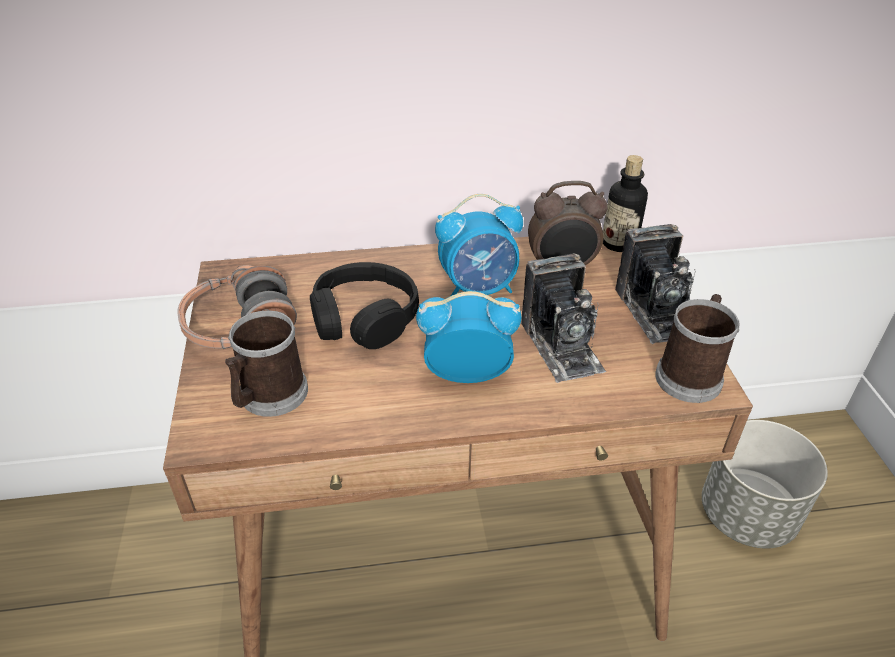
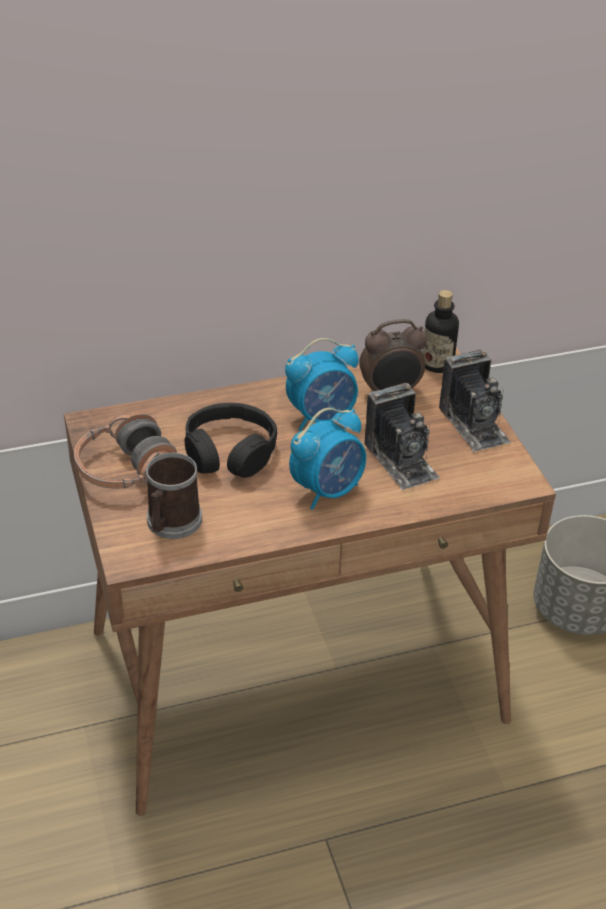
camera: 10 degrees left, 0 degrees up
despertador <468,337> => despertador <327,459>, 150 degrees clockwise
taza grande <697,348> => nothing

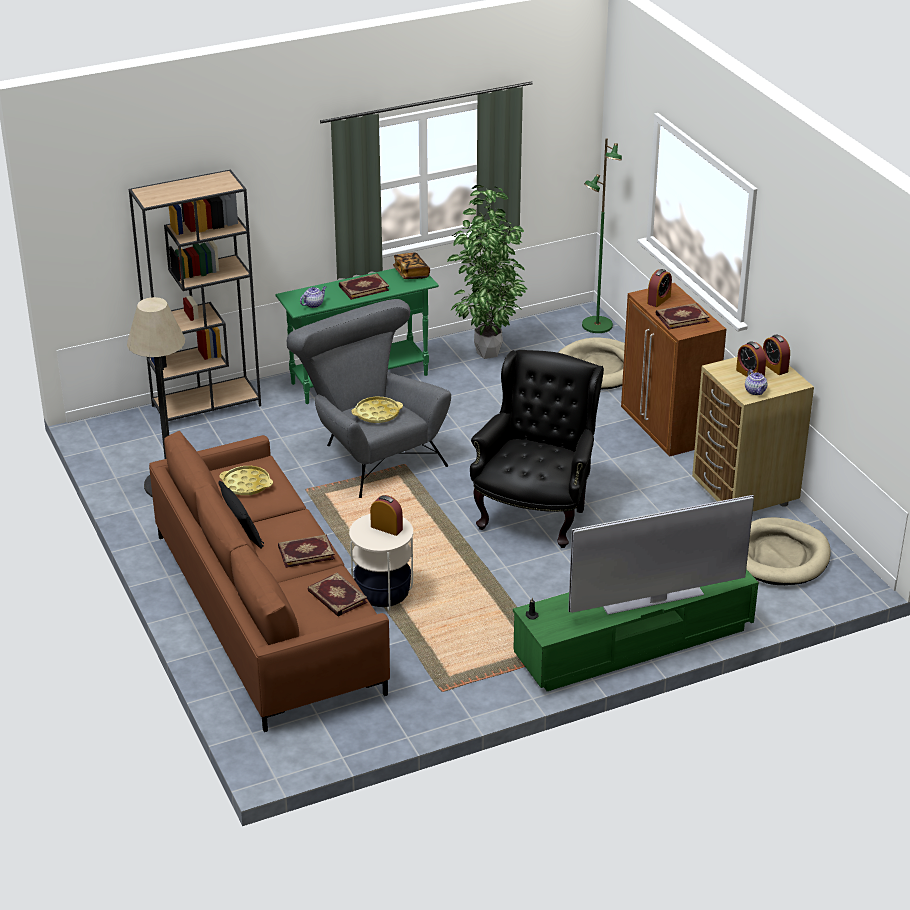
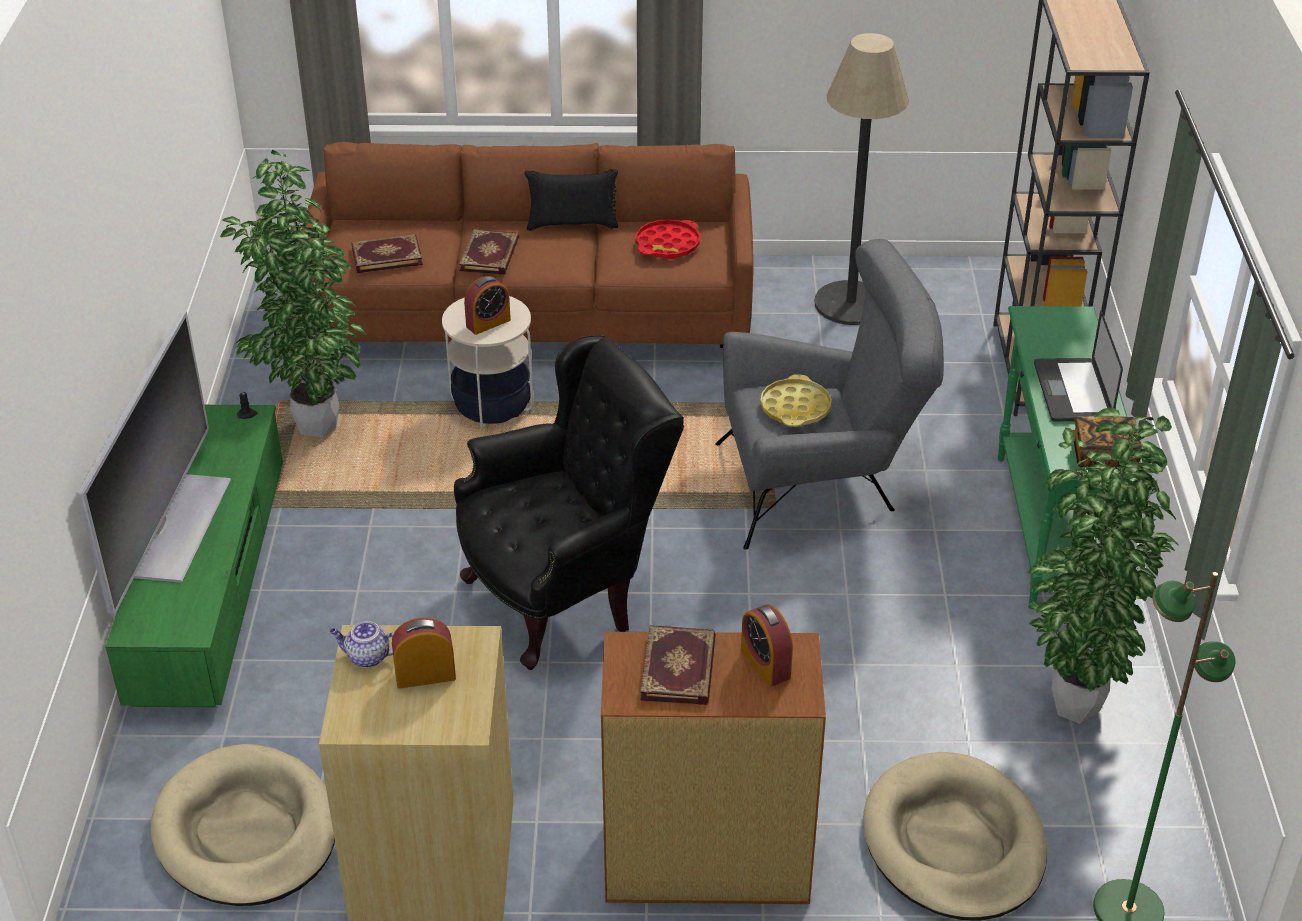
camera: 115 degrees right, 5 degrees up
bandeja [amarillo] <246,480> => bandeja [rojo] <668,239>
tetera <313,297> => nothing
libro <364,286> => portátil <1078,366>
sillón [negro] <537,449> => sillón [negro] <569,502>, 75 degrees counterclockwise
despertador <776,355> => nothing
nothing => planta en maceta <293,294>

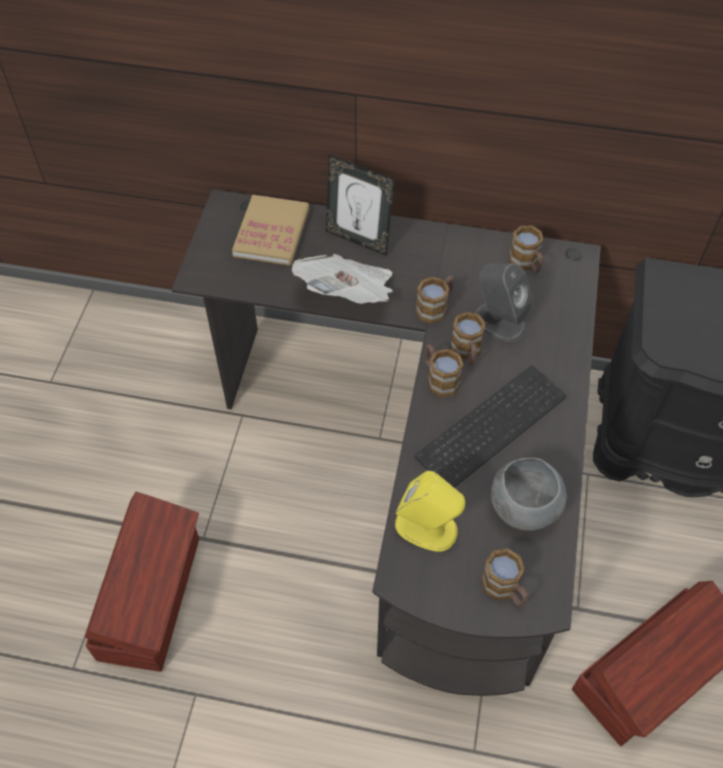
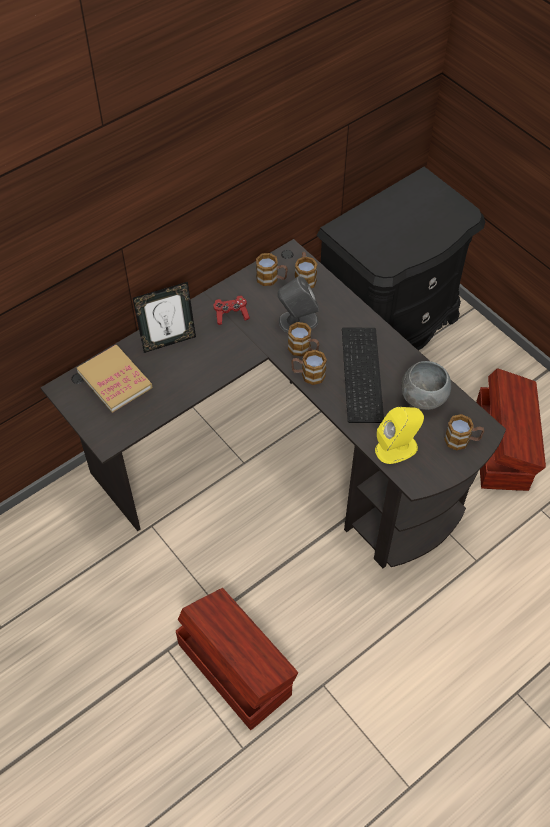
camera: 50 degrees left, 0 degrees up
periódico <342,279> => nothing
taza grande <435,299> => taza grande <306,270>, shifted
nothing => mando de consola [rojo] <231,310>

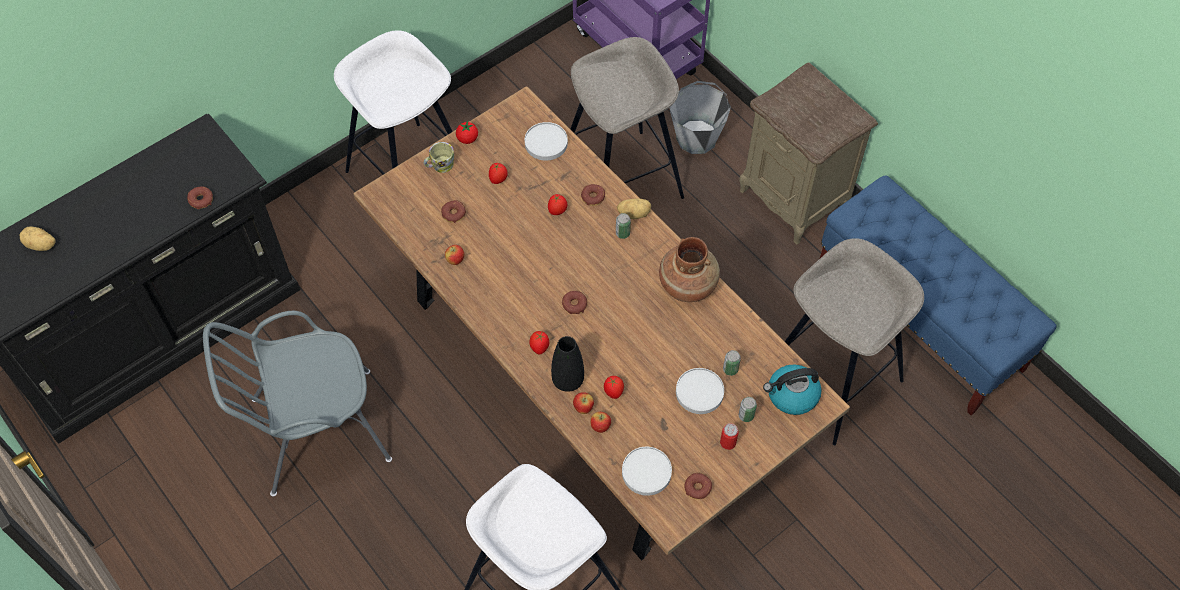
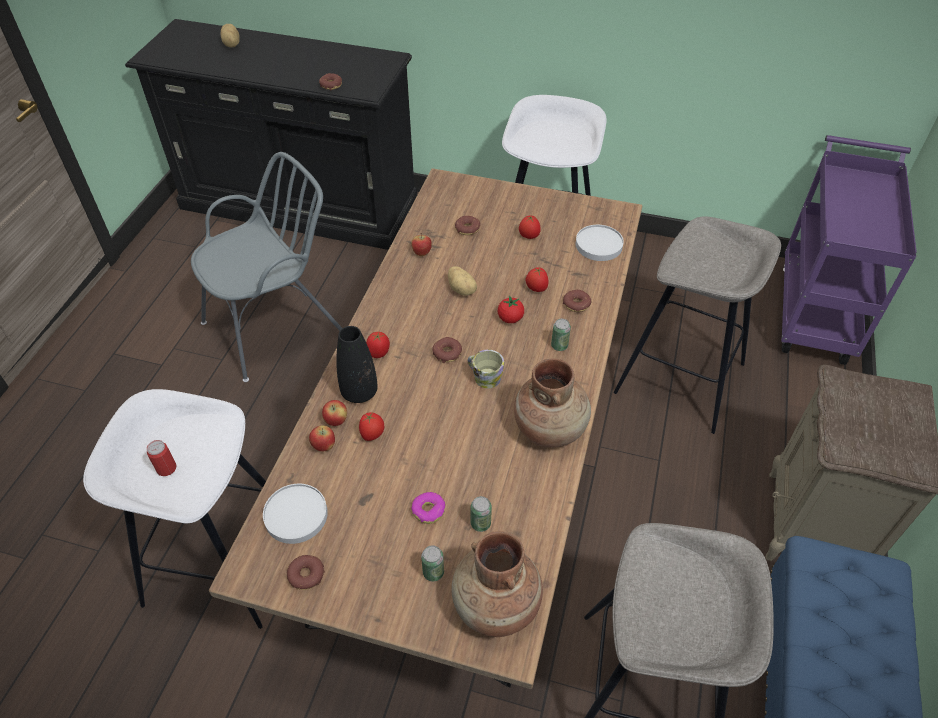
camera: 55 degrees right, 10 degrees down
silla [gris] <297,404> => silla [gris] <267,267>, 105 degrees clockwise
taza grande <439,157> => taza grande <486,369>, shifted
tomate <467,132> => tomate <511,309>, shifted
patata <634,208> => patata <462,281>, shifted
cubo [gris] <700,117> => nothing
plato [blanco] <700,391> => rosquilla <428,508>
lata <729,436> => lata <162,458>, shifted
hervidor <792,389> => florero [marrón] <497,584>

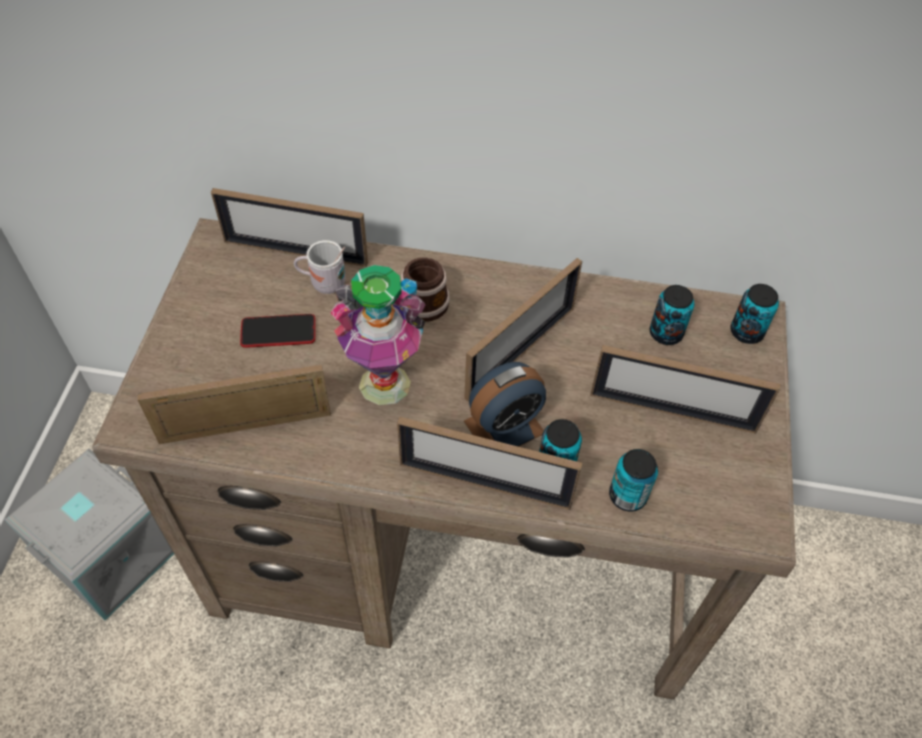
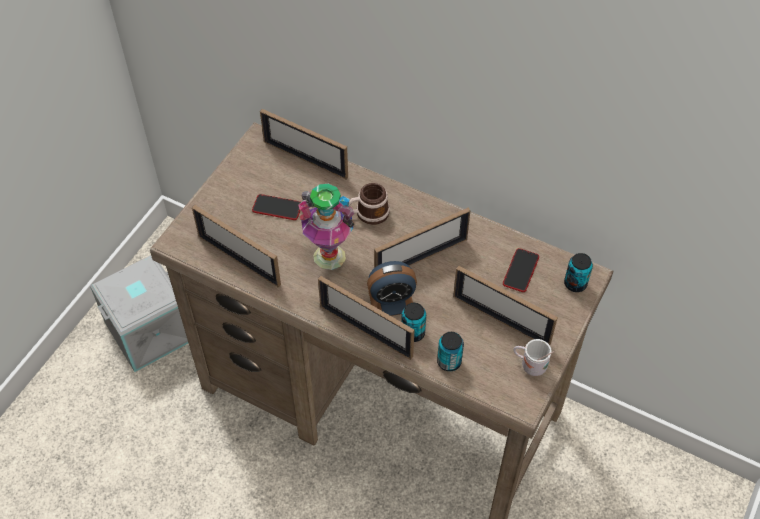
camera: 20 degrees right, 0 degrees up
portarretratos <234,404> => portarretratos <236,246>, 150 degrees counterclockwise
taza grande [blanco] <319,267> => taza grande [blanco] <534,357>, shifted
lata <672,315> => móvil <521,270>

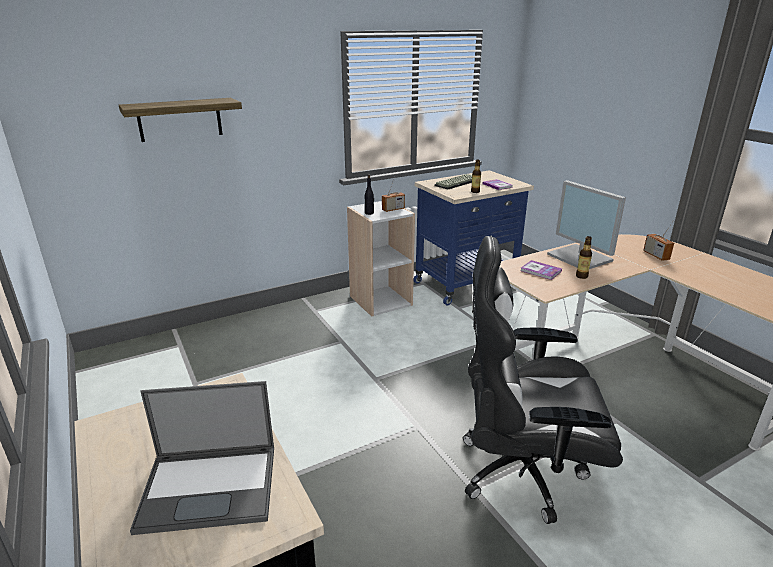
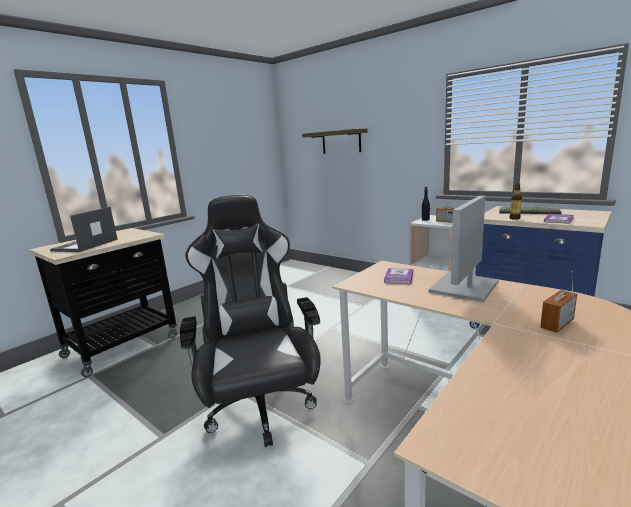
camera: 70 degrees right, 10 degrees down
portátil <202,458> => portátil <84,229>, 45 degrees clockwise
botella <584,257> => nothing

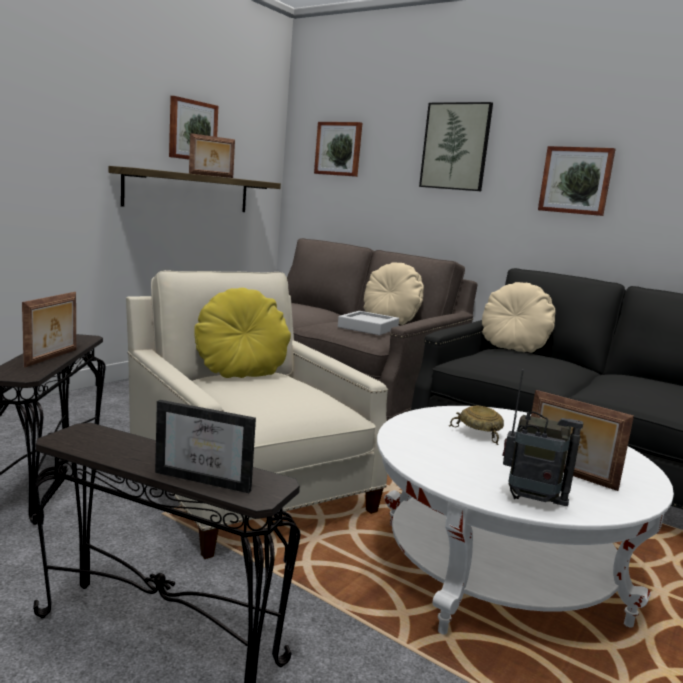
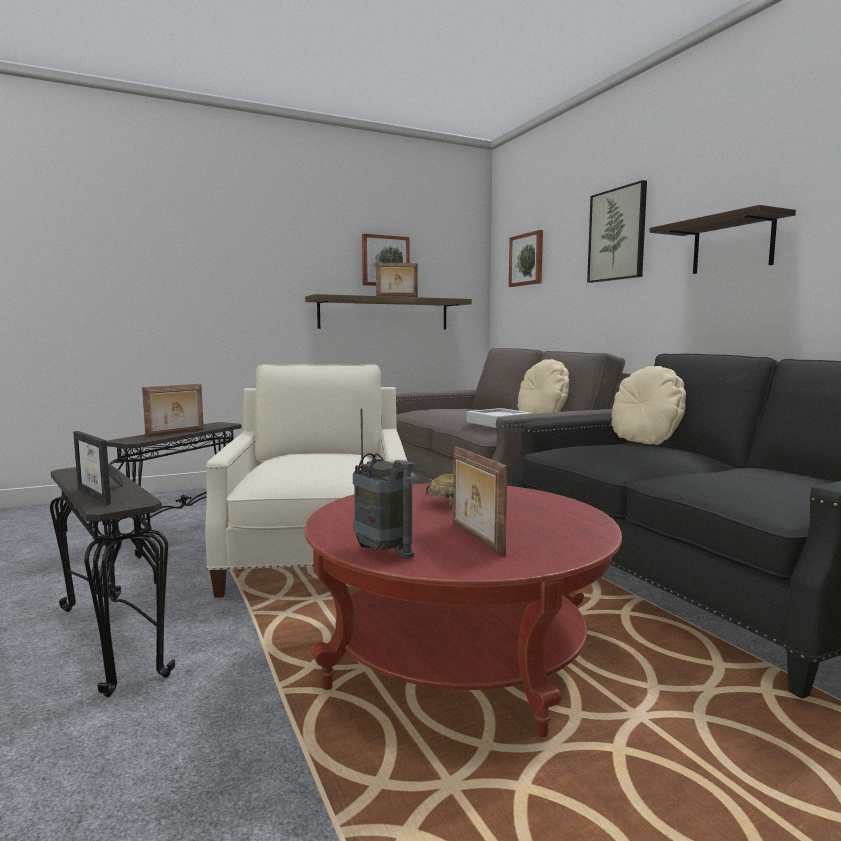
camera: 30 degrees right, 5 degrees down
cojín [amarillo] <242,333> => nothing
mesa de centro [blanco] <525,520> => mesa de centro [rojo] <463,610>
cuadro <576,181> => estante <722,239>

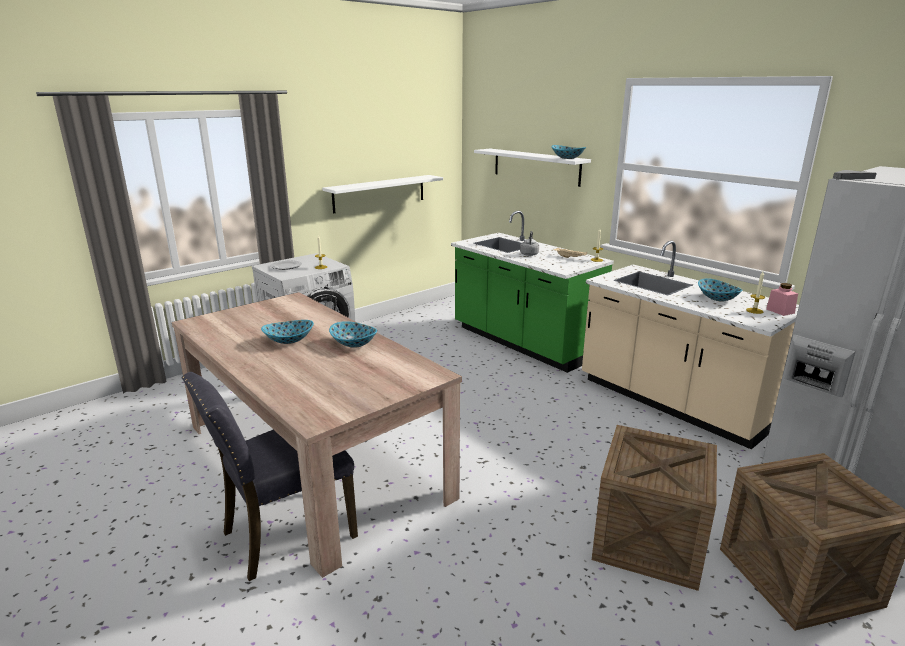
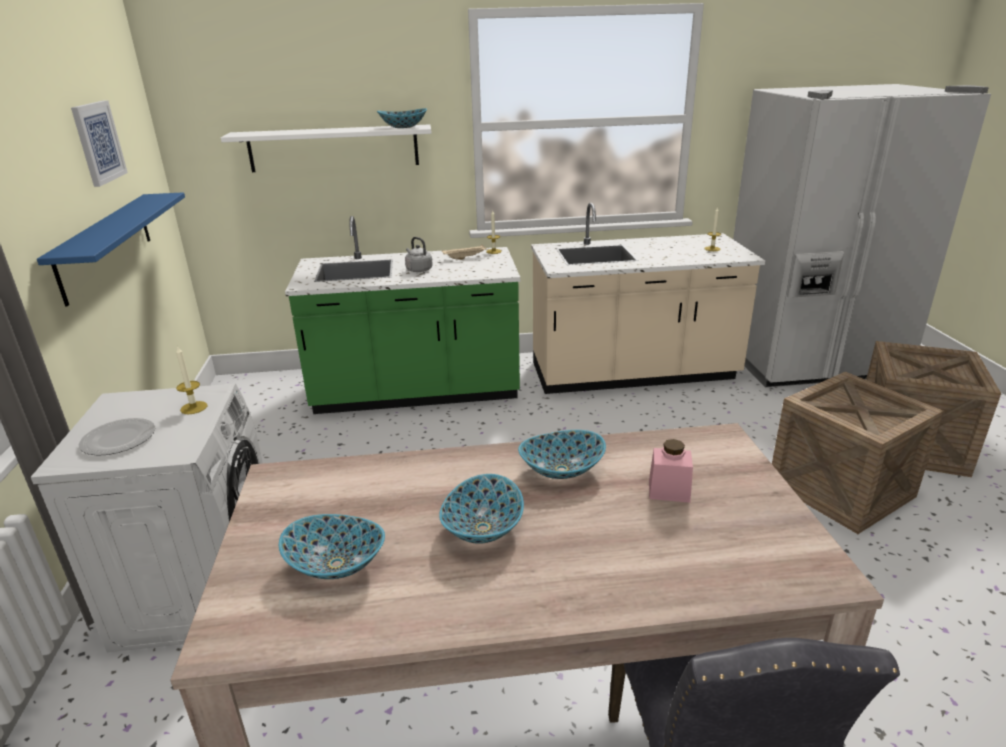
camera: 55 degrees left, 5 degrees up
estante [blanco] <382,194> => estante [azul] <111,249>
cuenco <720,290> => cuenco <332,546>, shifted
tarro [rosa] <782,299> => tarro [rosa] <671,471>, shifted
nothing => cuadro <99,143>

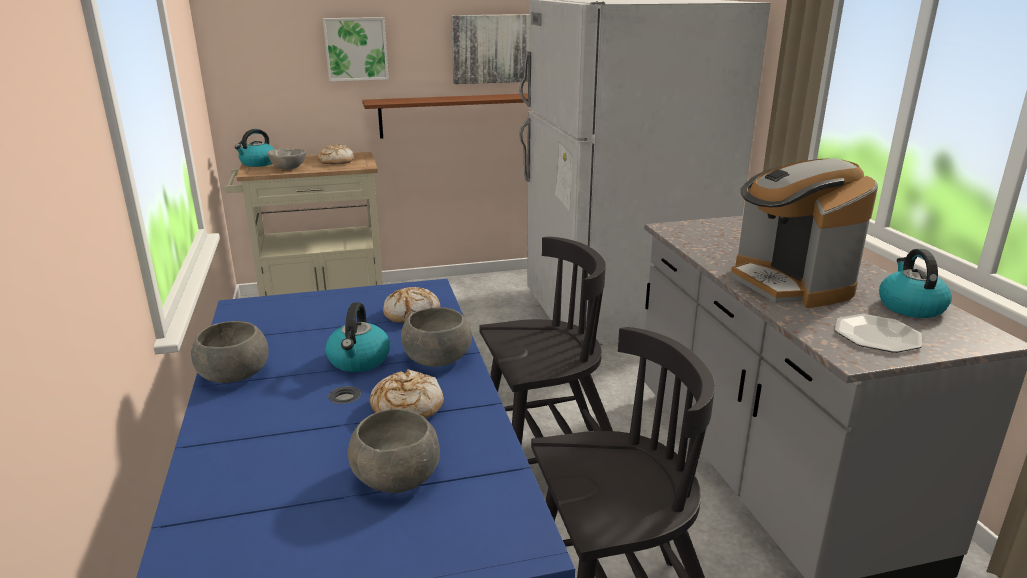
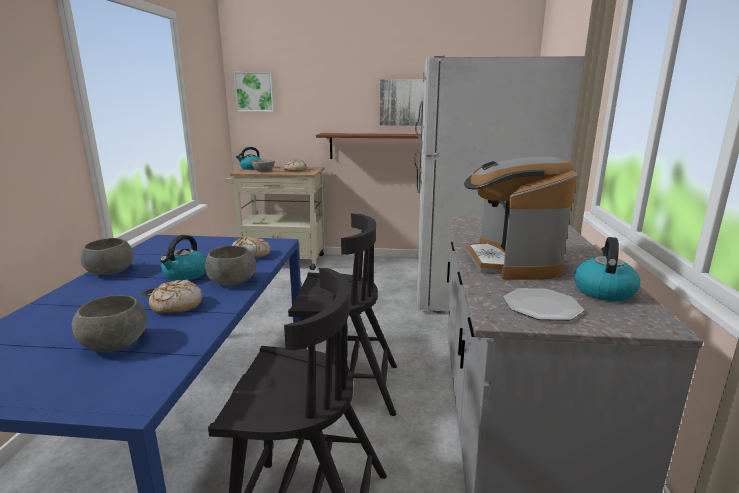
camera: 20 degrees right, 5 degrees down
cuadro <356,49> => cuadro <254,92>, shifted

